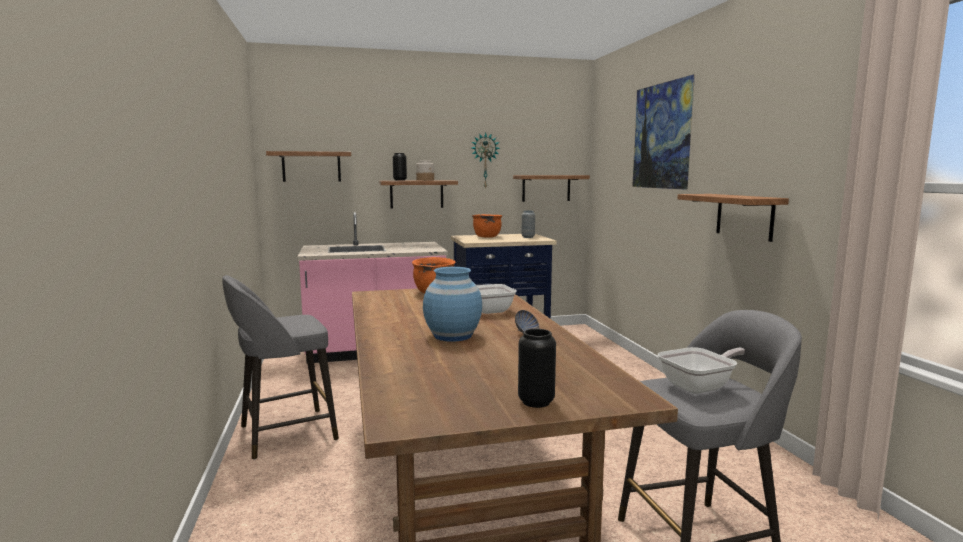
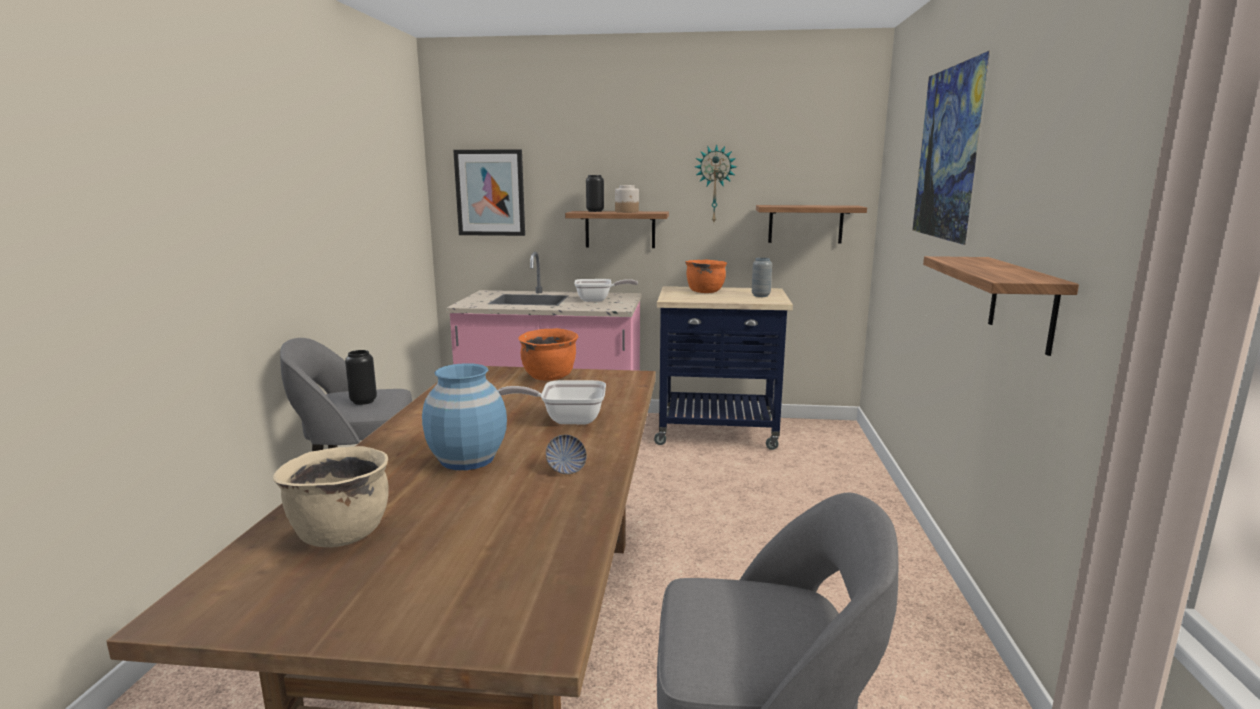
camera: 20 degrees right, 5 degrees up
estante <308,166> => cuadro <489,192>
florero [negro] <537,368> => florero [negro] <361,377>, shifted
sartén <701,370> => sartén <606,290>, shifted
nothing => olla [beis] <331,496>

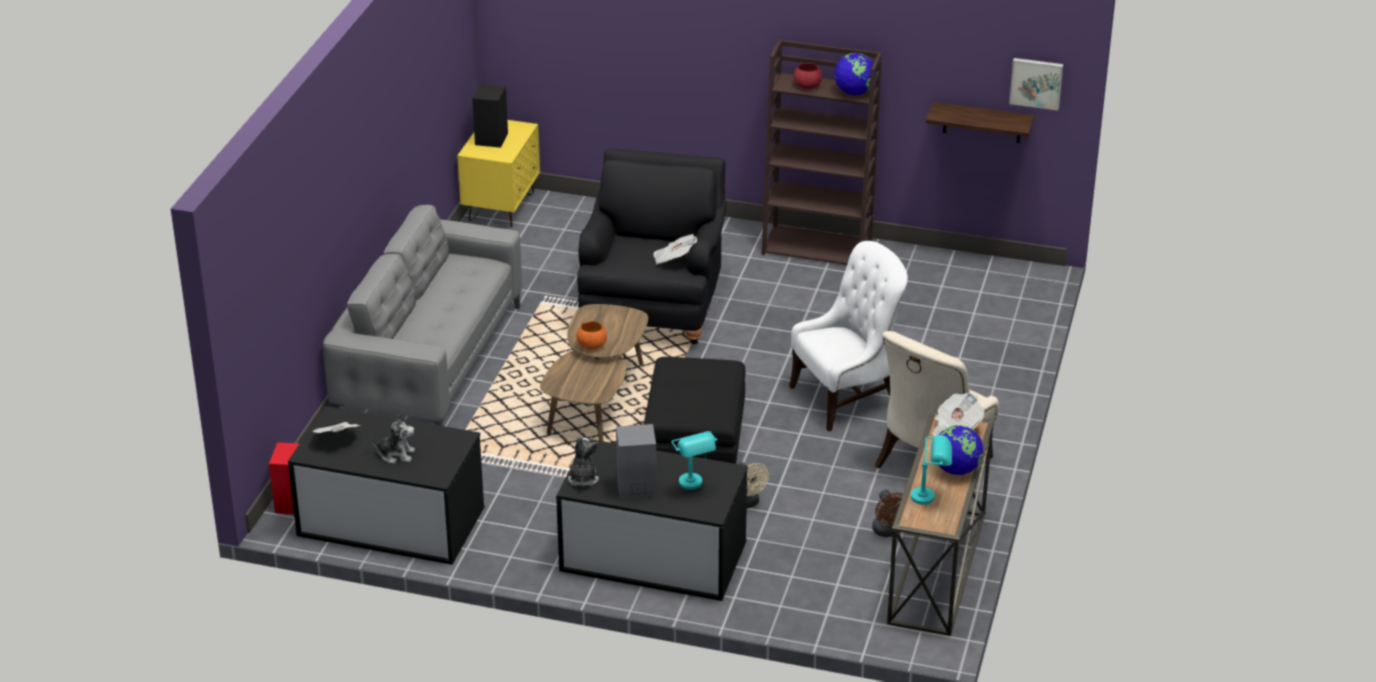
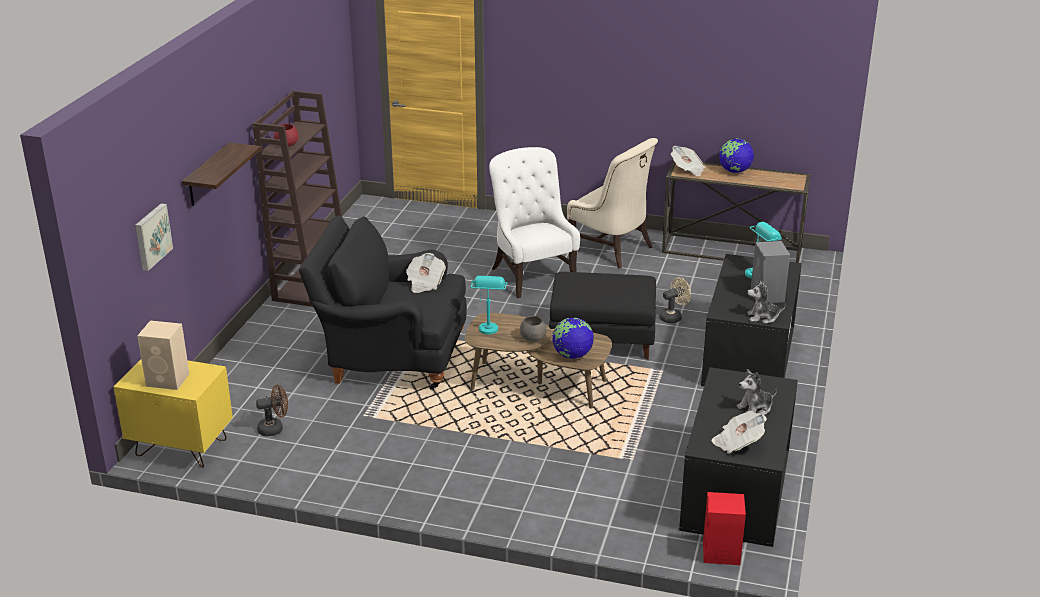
camera: 90 degrees left, 5 degrees down
sofá [gris] <422,315> => nothing
peluche <392,439> => peluche <757,392>, 120 degrees counterclockwise
altavoz [negro] <490,116> => altavoz [beis] <163,355>
cuenco [naranja] <592,335> => cuenco [gris] <533,329>
globo terráqueo <855,74> => globo terráqueo <573,338>, shifted
ventilador [marrón] <887,513> => ventilador [marrón] <272,410>, shifted
lámpara de mesa [turquesa] <931,470> => lámpara de mesa [turquesa] <489,305>, shifted
estante <980,122> => estante <221,174>, shifted
cuadro <1036,84> => cuadro <154,237>, shifted

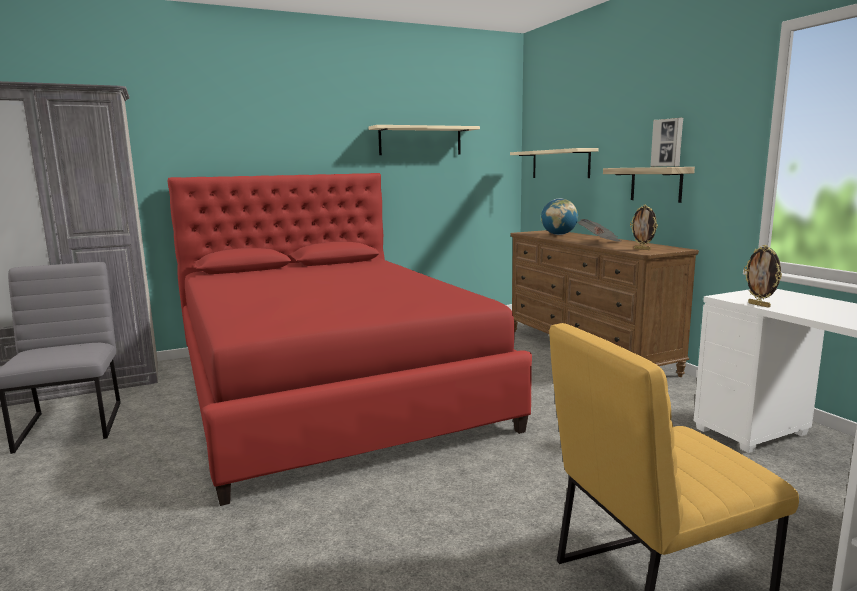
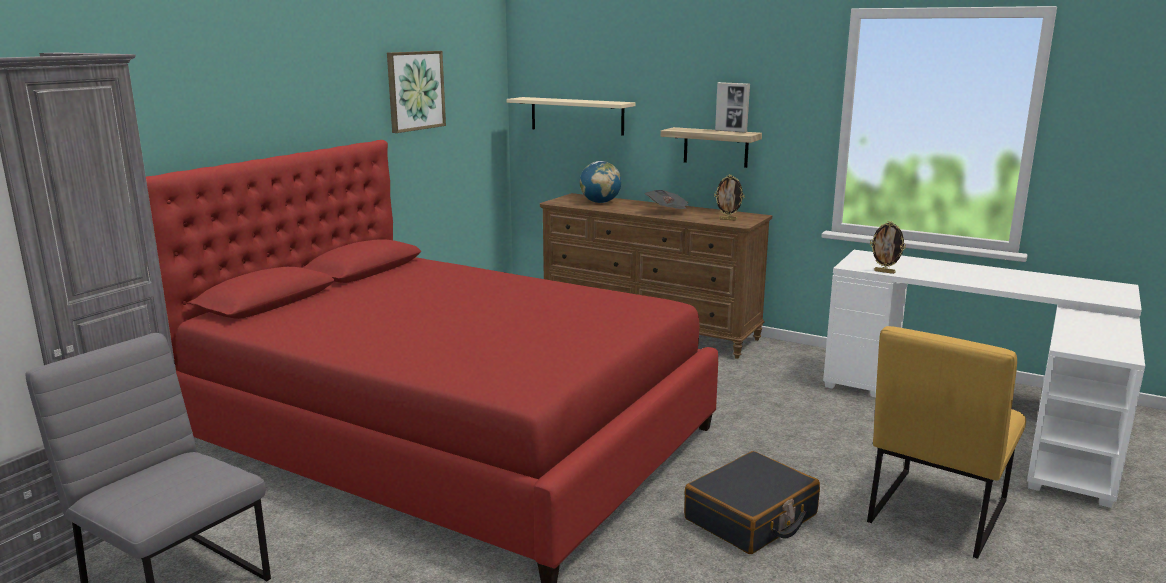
camera: 35 degrees left, 5 degrees up
estante [beis] <424,140> => cuadro <416,92>
nothing => maleta [negro] <752,502>

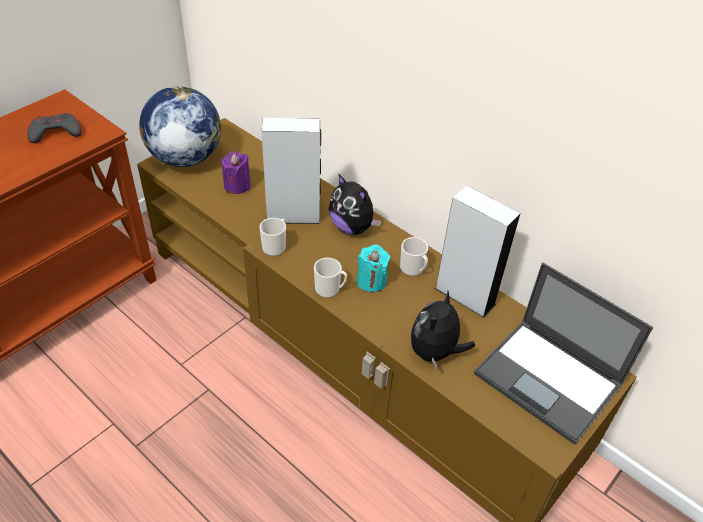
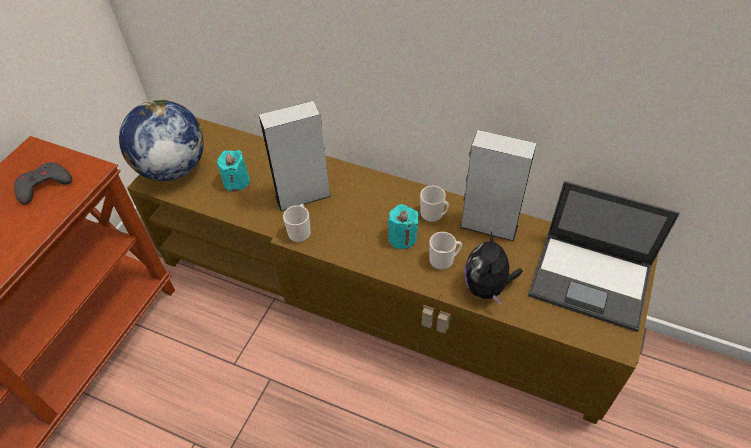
camera: 15 degrees left, 5 degrees up
vela [morado] <236,173> => vela [turquesa] <233,171>
taza grande <330,278> => taza grande <446,251>, shifted
peluche <355,204> => nothing

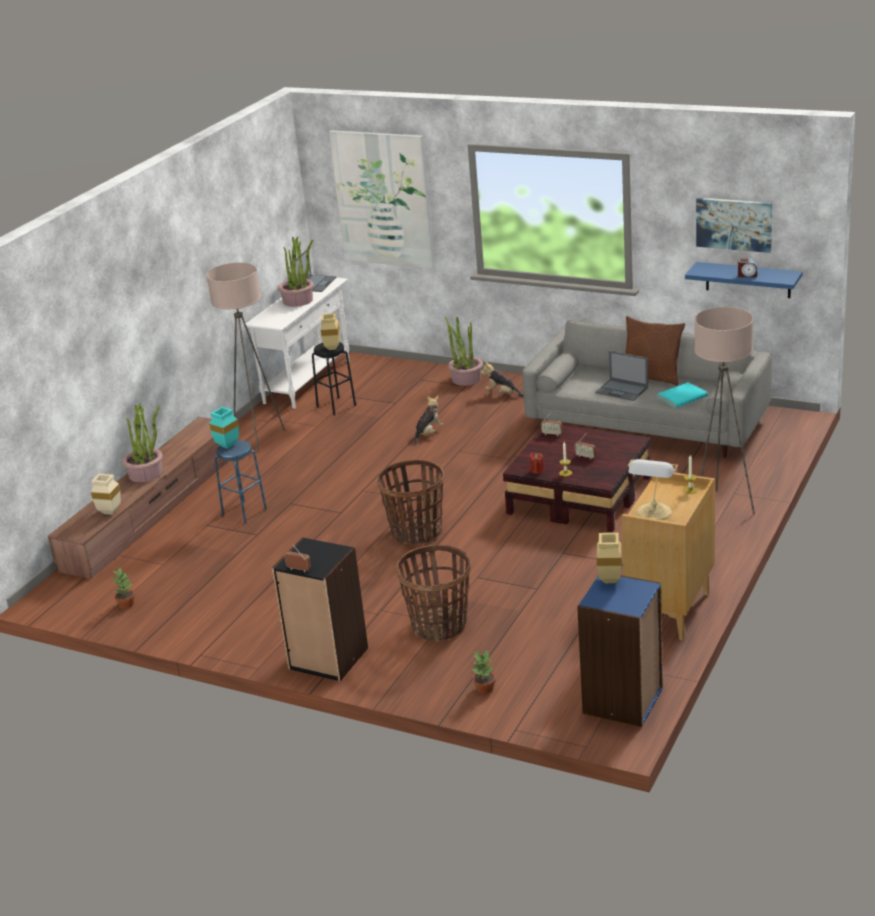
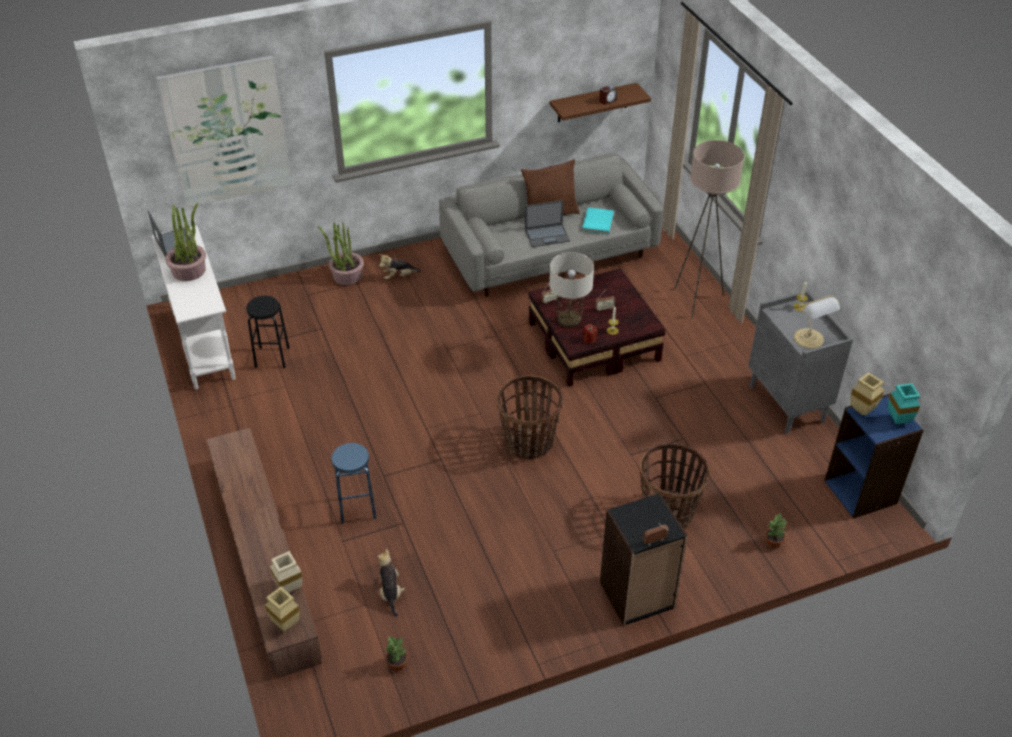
camera: 50 degrees left, 15 degrees up
planta en maceta <142,443> => nothing
lámpara de pie [beis] <245,358> => nothing
florero [turquesa] <224,428> => florero [turquesa] <904,403>, shifted
florero [beis] <330,331> => florero [beis] <282,609>, shifted
peluche <429,420> => peluche <391,583>, shifted
armario [marrón] <668,556> => armario [gris] <800,362>
estante [azul] <743,280> => estante [marrón] <600,102>
cuadro <734,225> => nothing
nothing => lámpara de mesa <571,290>

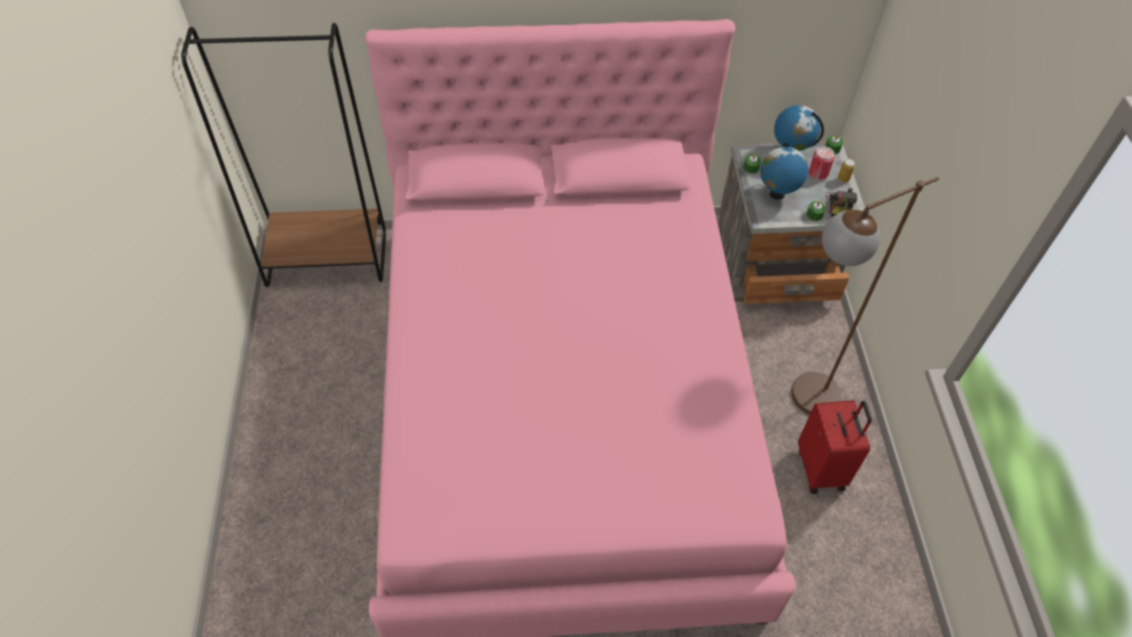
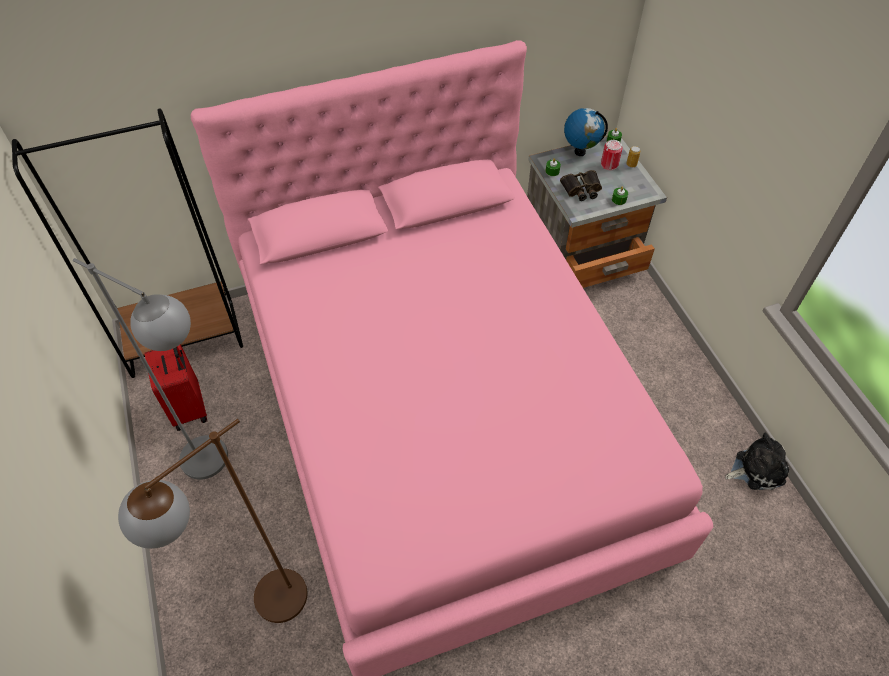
camera: 15 degrees left, 0 degrees up
globo terráqueo <784,171> => prismáticos <581,185>
lámpara de pie [marrón] <865,295> => lámpara de pie [marrón] <212,521>, shifted
maleta [rojo] <835,447> => maleta [rojo] <175,387>, shifted
cámara <841,202> => nothing
nothing => lámpara de pie [gris] <150,369>
nothing => peluche <757,461>

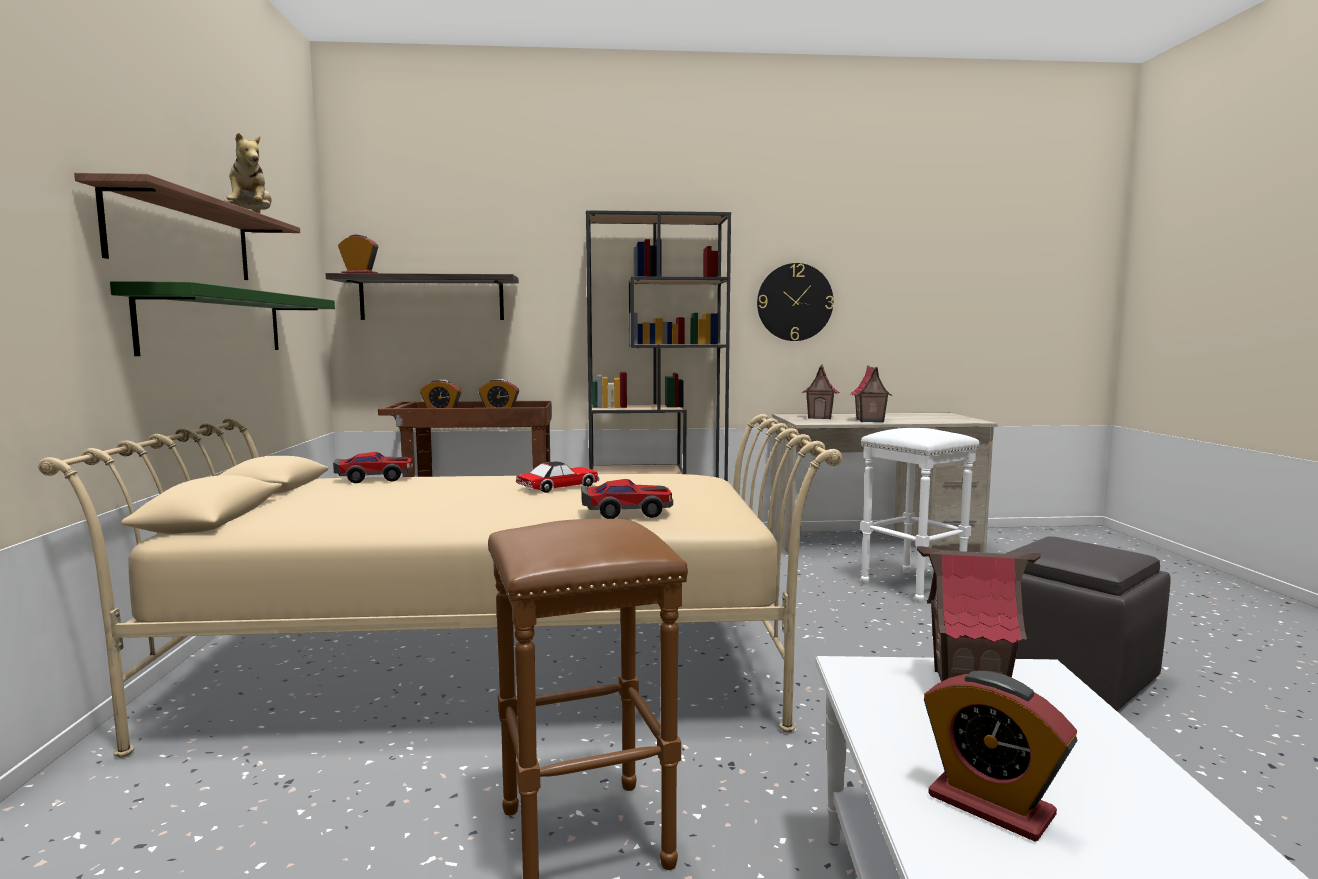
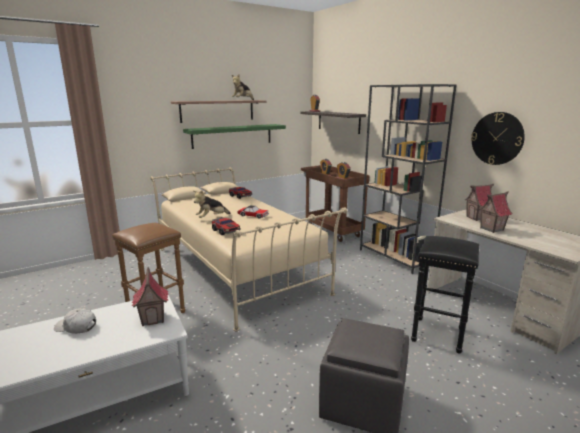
camera: 60 degrees right, 10 degrees up
taburete [blanco] <920,516> => taburete [negro] <445,295>
despertador <1001,756> => gorra [blanco] <75,321>
nothing => peluche <212,204>

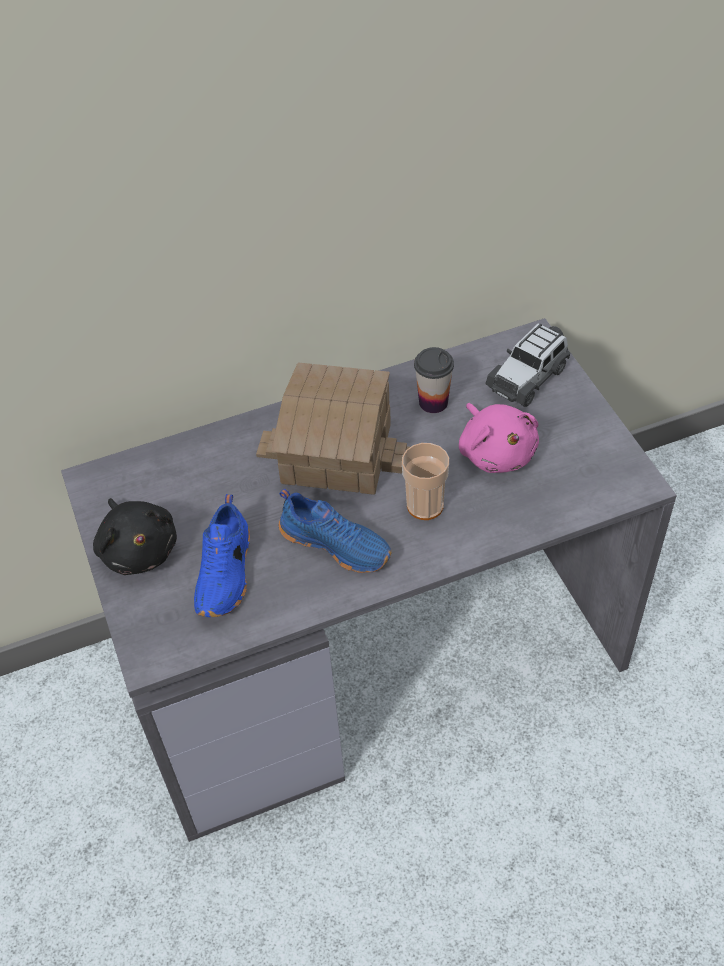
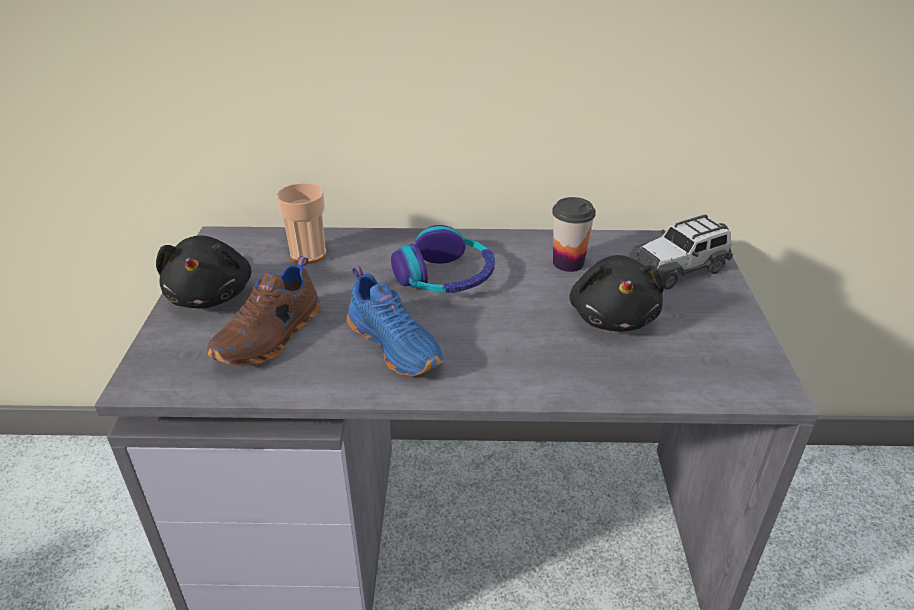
camera: 20 degrees right, 15 degrees down
zapato [azul] <222,555> => zapato [marrón] <263,311>
casita <333,428> => auriculares <443,259>
taza <425,481> => taza <301,223>, shifted
peluche [rosa] <499,438> => peluche [negro] <616,293>

